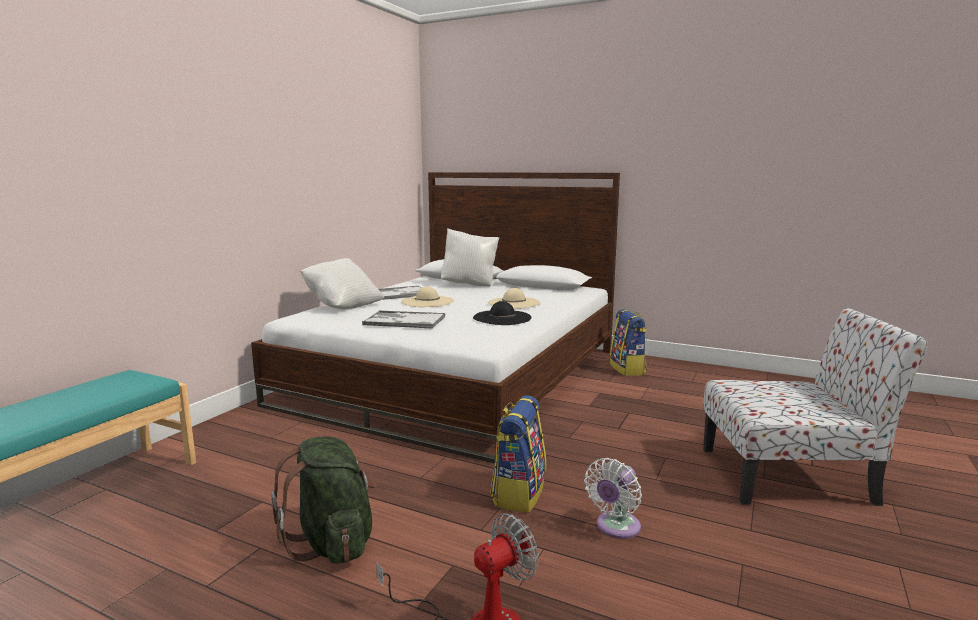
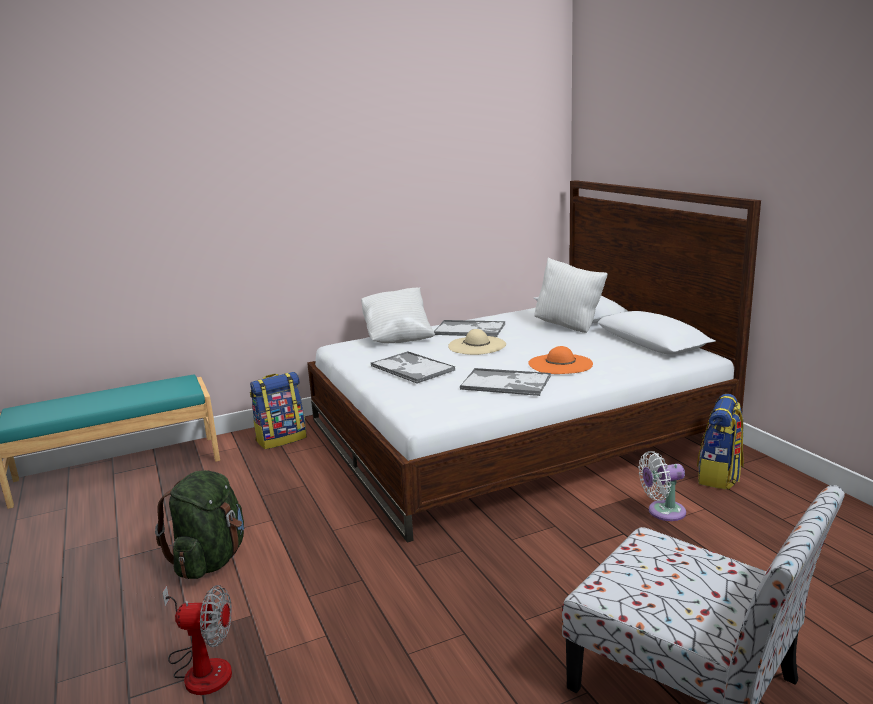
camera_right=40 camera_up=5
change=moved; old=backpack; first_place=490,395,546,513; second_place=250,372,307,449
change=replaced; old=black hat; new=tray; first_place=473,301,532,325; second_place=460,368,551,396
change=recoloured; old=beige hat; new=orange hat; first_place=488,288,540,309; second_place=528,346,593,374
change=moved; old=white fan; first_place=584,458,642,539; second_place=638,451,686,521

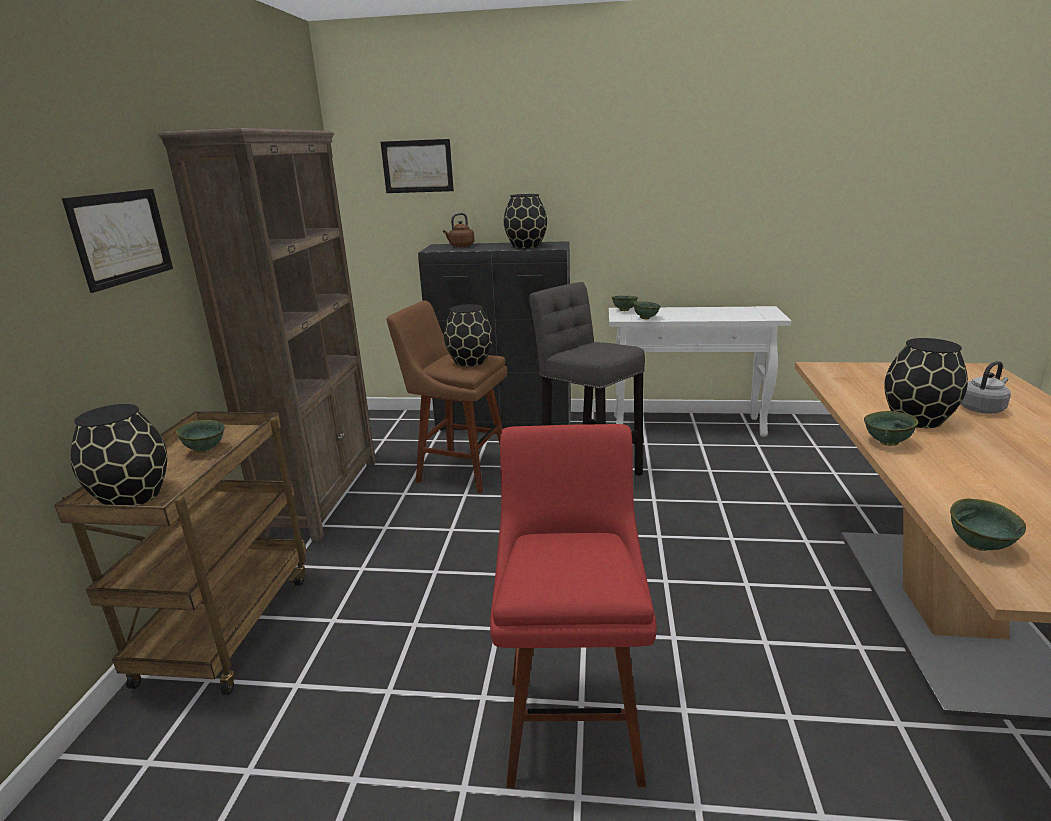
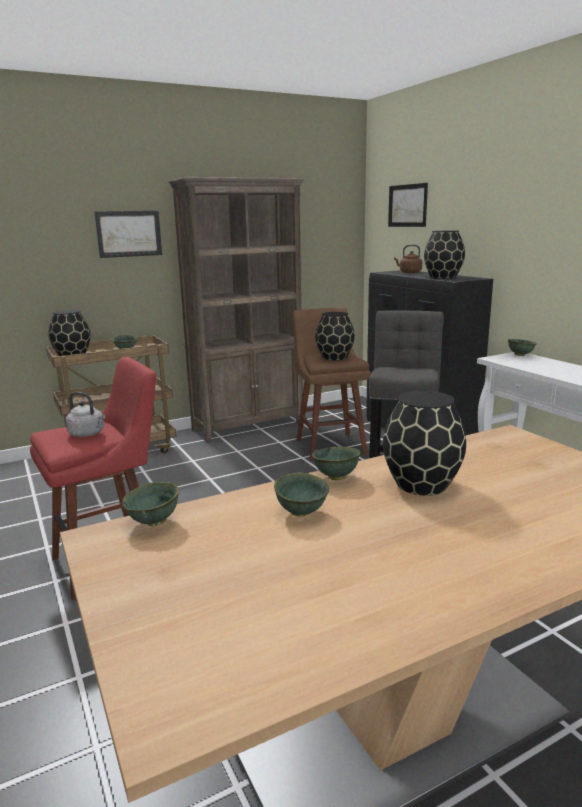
camera_right=55 camera_up=-5
change=moved; old=grey kettle; first_place=961,361,1011,414; second_place=66,392,105,437
change=moved; old=green bowl; first_place=633,301,661,320; second_place=274,472,329,516

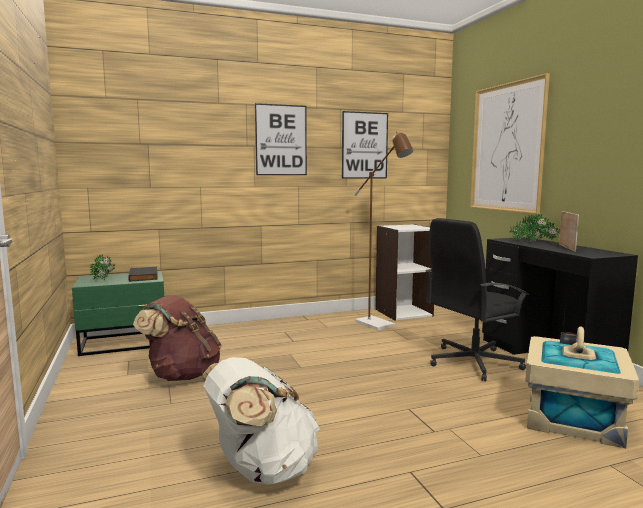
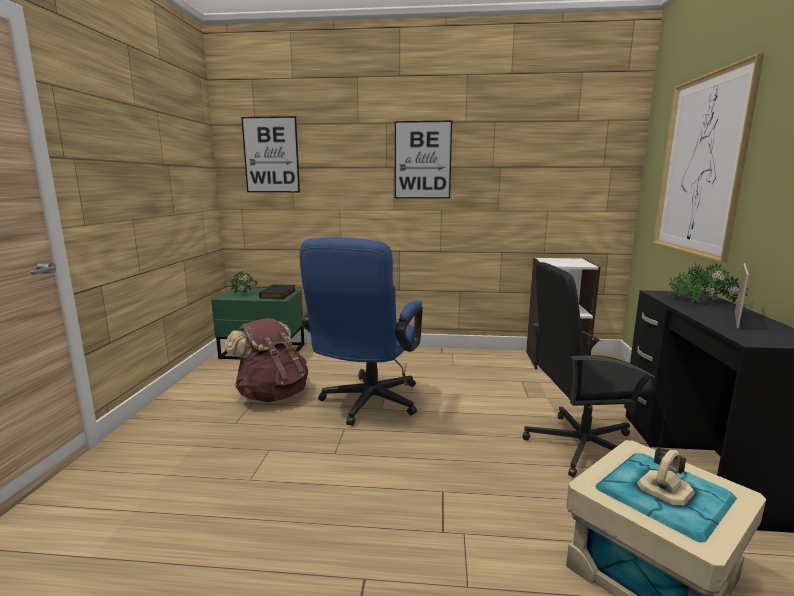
camera_right=25 camera_up=5
change=moved; old=picture; first_place=342,111,388,179; second_place=241,116,300,192
change=added; new=blue office chair; second_place=299,237,423,426
change=removed; old=white backpack; first_place=202,357,320,485
change=removed; old=brown floor lamp; first_place=354,132,413,330

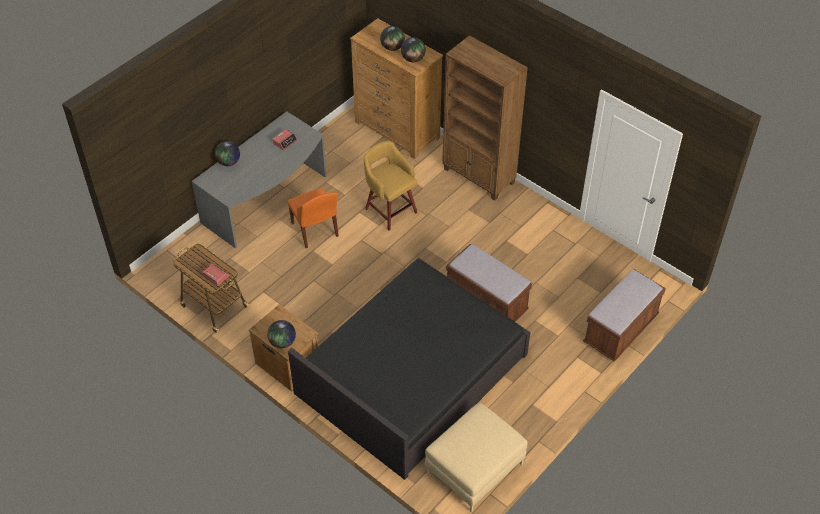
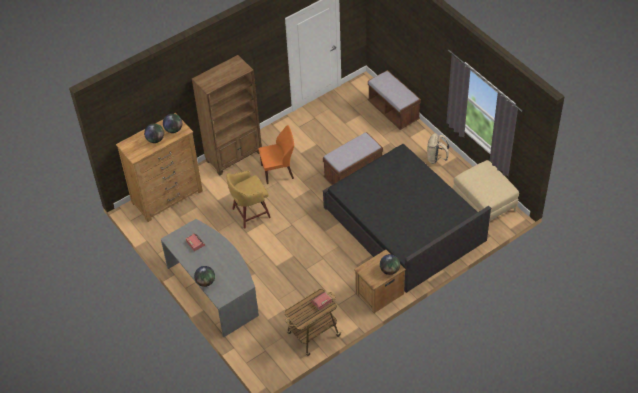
camera_right=-75 camera_up=0
change=moved; old=orange chair; first_place=288,188,339,248; second_place=258,125,294,184
change=added; new=beige backpack; second_place=427,133,449,164

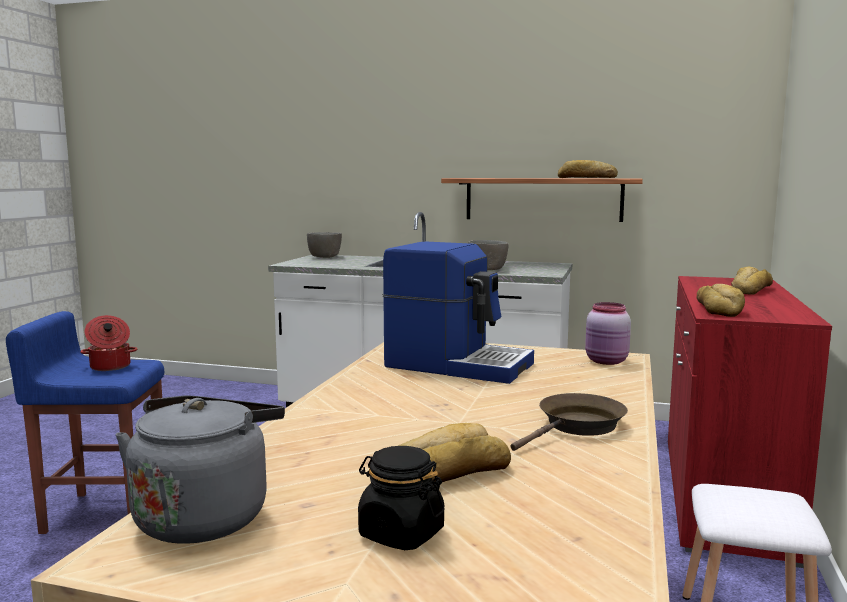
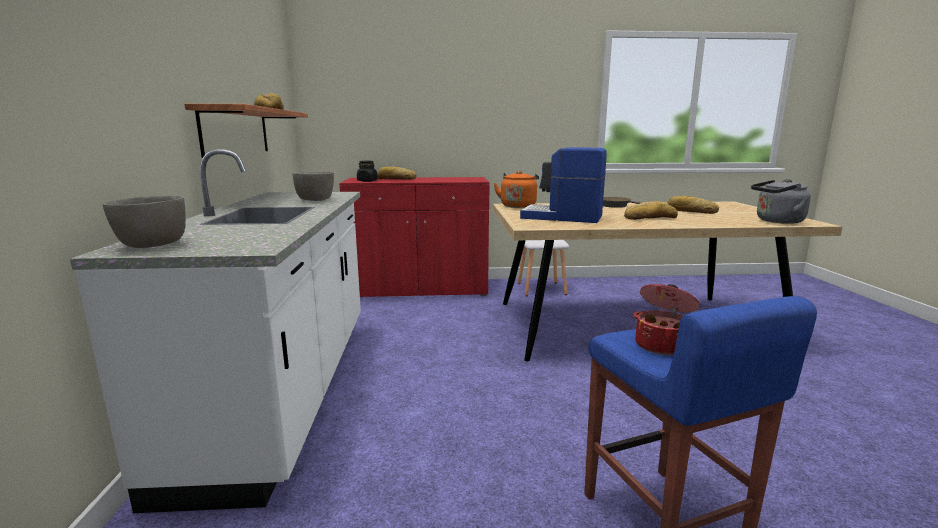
camera_right=-110 camera_up=5
change=moved; old=black jar; first_place=358,446,444,550; second_place=357,161,378,182
change=replaced; old=pink jar; new=orange kettle; first_place=585,302,631,365; second_place=494,171,539,208
change=turned; old=coffee machine; first_place=383,242,534,384; second_place=520,147,607,223; degrees=-75
change=moved; old=bread; first_place=696,284,745,317; second_place=624,201,678,220

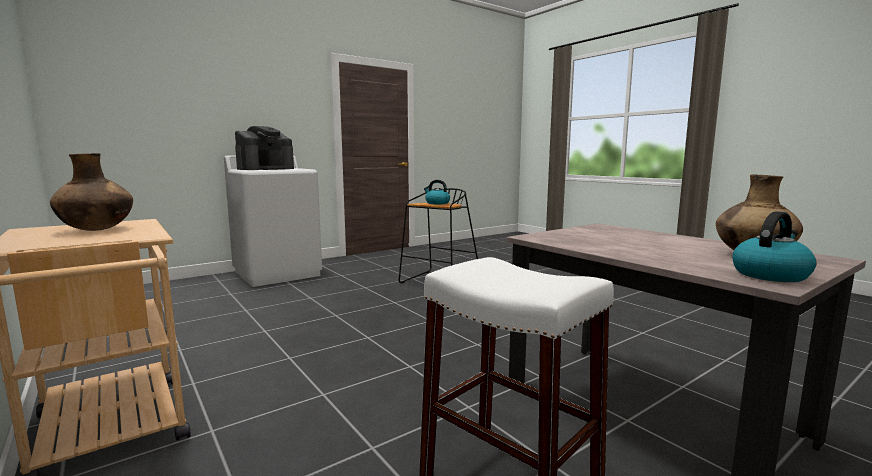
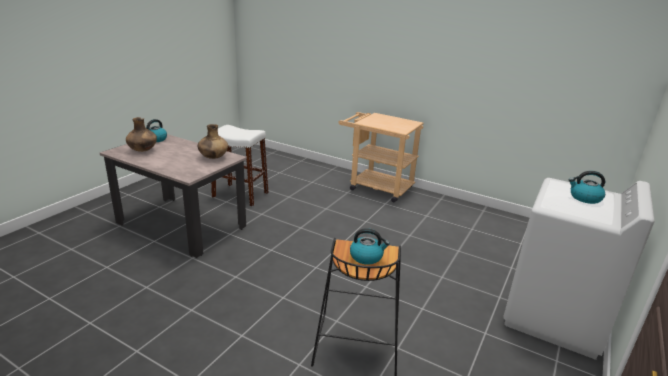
camera_right=155 camera_up=15
change=moved; old=brown vase; first_place=50,153,133,231; second_place=198,124,228,159
change=replaced; old=coffee machine; new=kettle; first_place=235,126,294,170; second_place=569,171,605,204

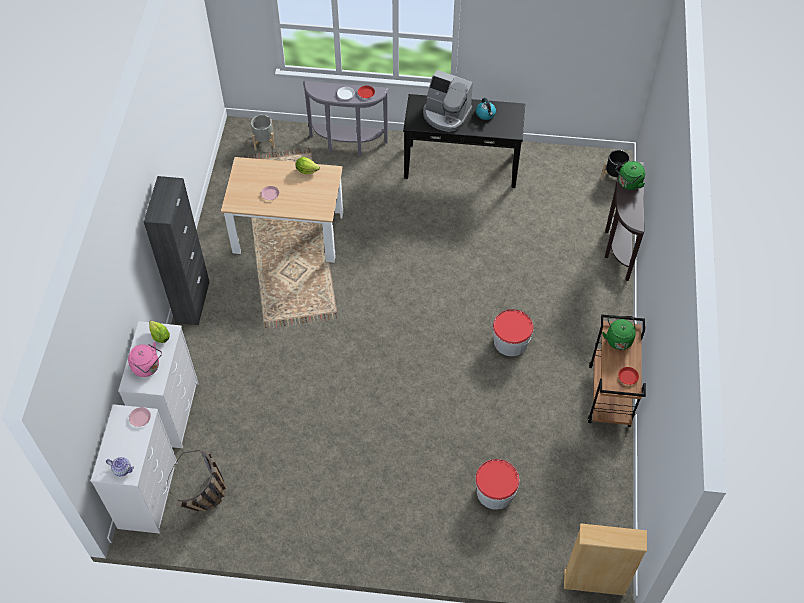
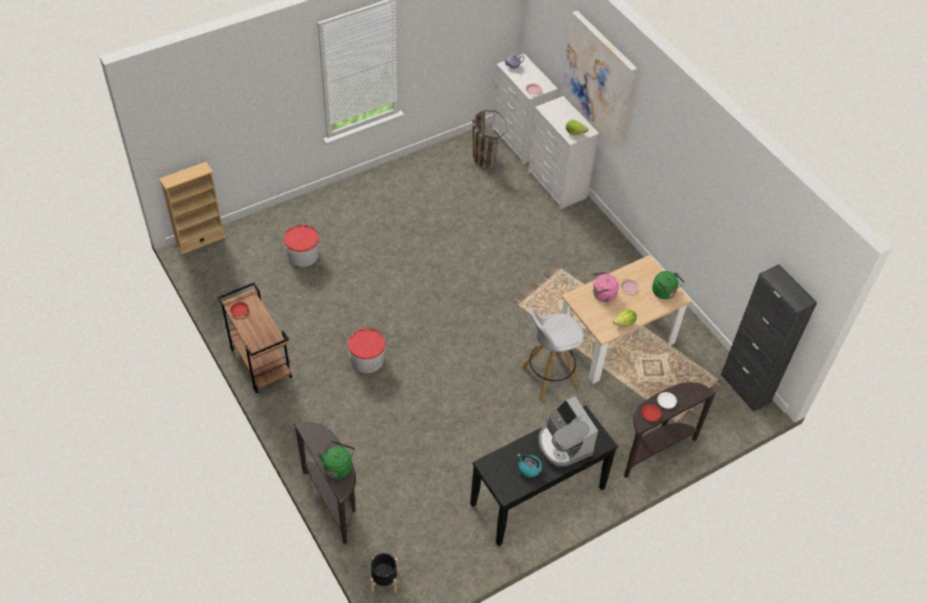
camera_right=140 camera_up=-5
change=added; new=white stool; second_place=521,308,584,402
change=turned; old=coffee machine; first_place=423,70,473,132; second_place=539,397,598,466; degrees=-105
change=added; new=picture; second_place=561,11,637,148
change=moved; old=pink kettle; first_place=128,342,162,377; second_place=592,272,619,302
change=recoloured; old=grey console table; new=brown console table; first_place=303,81,389,156; second_place=624,382,717,478
change=moved; old=green kettle; first_place=602,316,636,350; second_place=652,271,684,299
change=moved; old=black cabinet; first_place=144,176,210,325; second_place=721,264,817,412
change=removed; old=grey planter; first_place=251,115,275,151

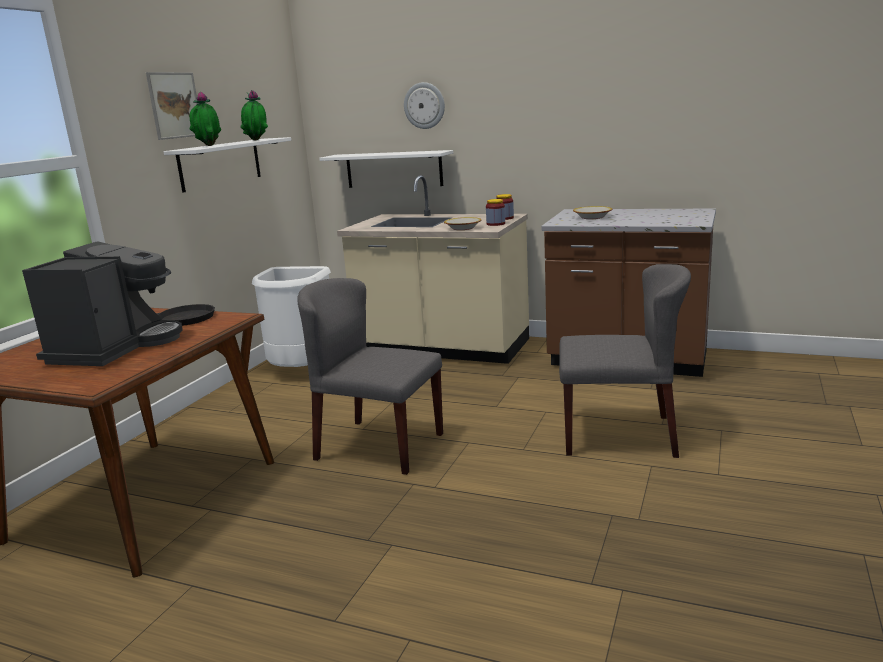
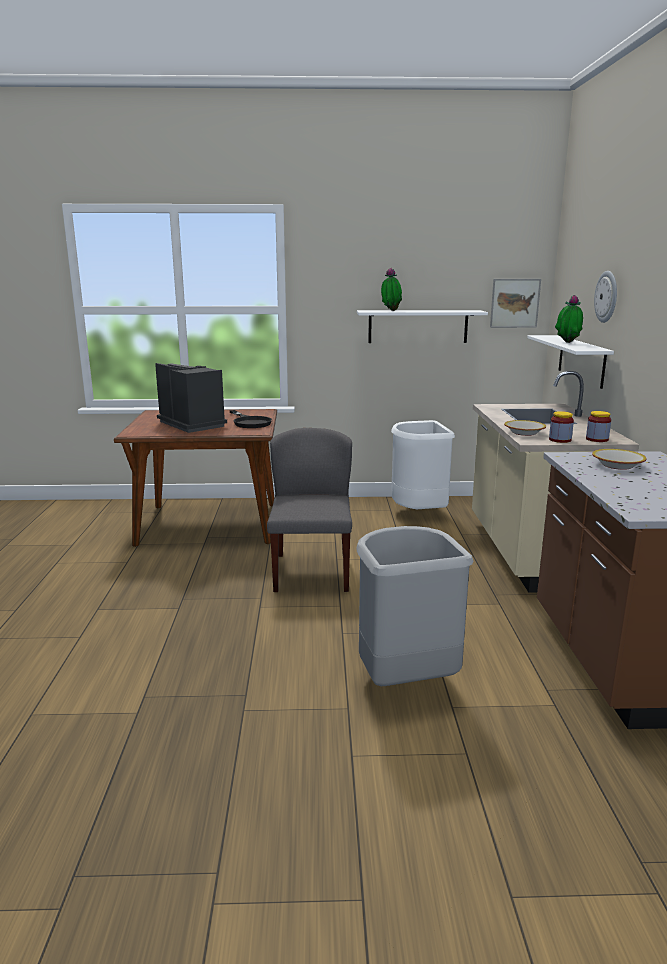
camera_right=65 camera_up=0
change=turned; old=coffee machine; first_place=22,241,182,366; second_place=155,363,227,433; degrees=-120
change=replaced; old=grey chair; new=grey trash can; first_place=559,264,691,458; second_place=356,526,473,686
change=moved; old=picture; first_place=146,72,198,140; second_place=490,279,541,328
change=moved; old=potted plant; first_place=240,90,268,141; second_place=555,295,583,343

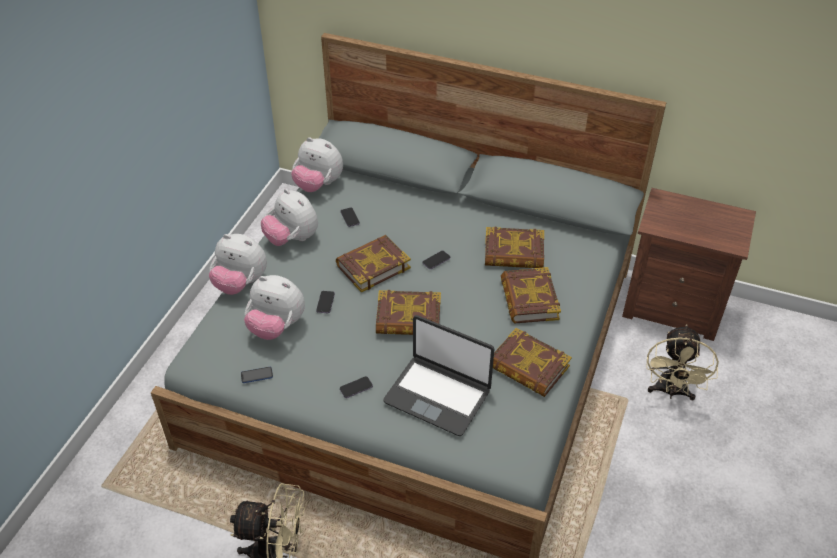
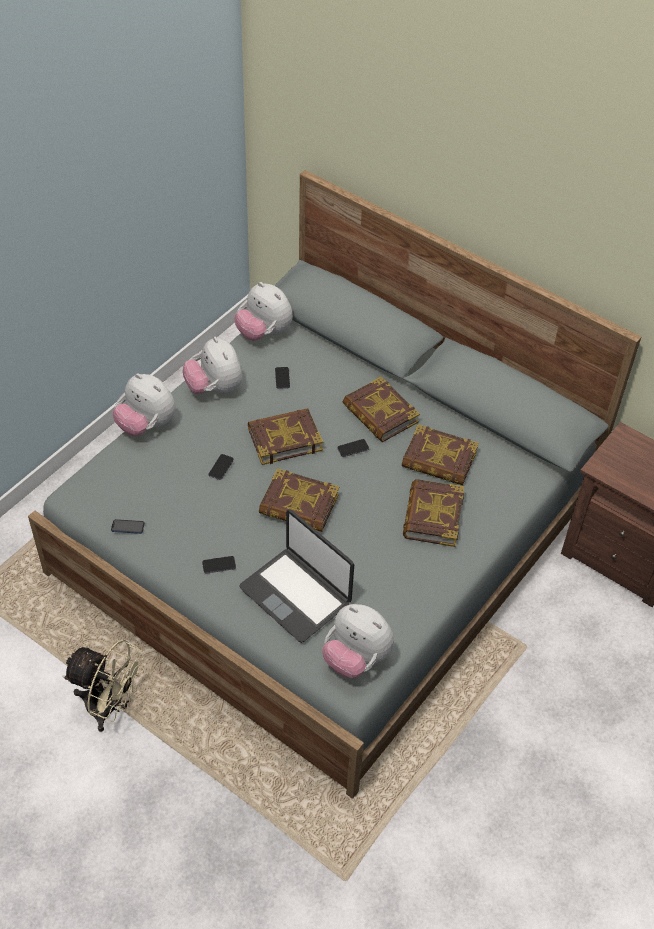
camera_right=15 camera_up=5
change=moved; old=plush toy; first_place=244,275,305,340; second_place=322,604,394,678
change=moved; old=book; first_place=493,328,572,397; second_place=343,377,420,442
change=removed; old=beige fan; first_place=646,324,719,401

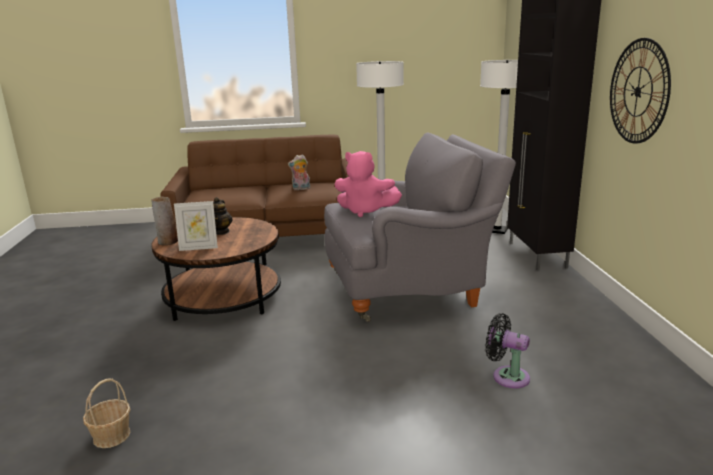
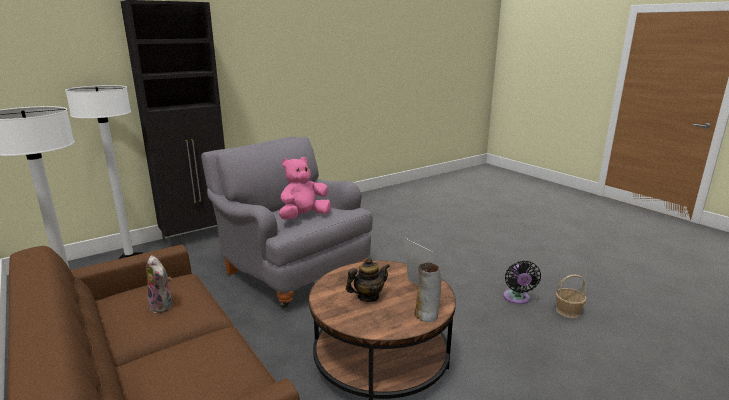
camera_right=-120 camera_up=0
change=turned; old=pink plush toy; first_place=334,151,402,217; second_place=279,157,331,220; degrees=-120
change=moved; old=black fan; first_place=485,313,530,389; second_place=503,261,541,304
change=removed; old=wall clock; first_place=610,38,671,144

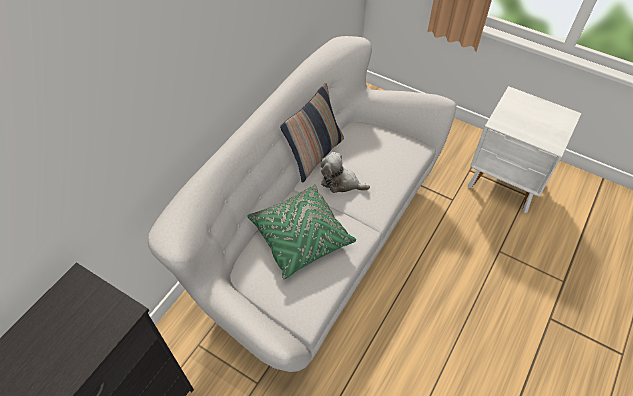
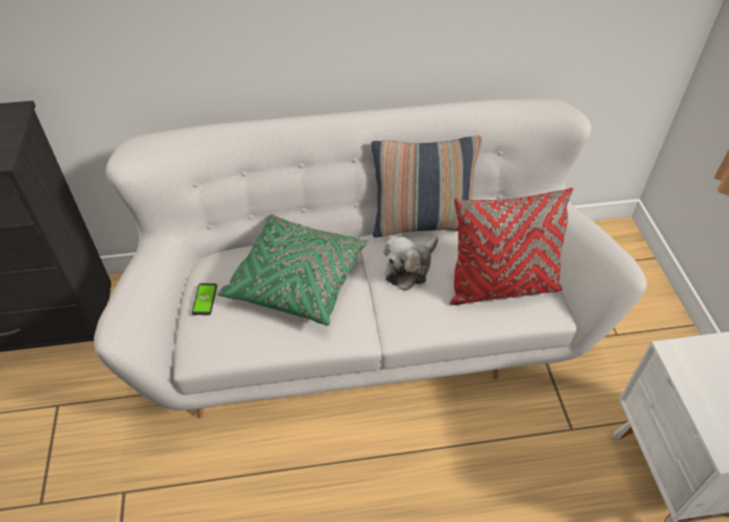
camera_right=50 camera_up=-5
change=added; new=phone; second_place=192,283,217,315
change=turned; old=plush toy; first_place=320,152,370,193; second_place=383,236,438,291; degrees=-120
change=added; new=red pillow; second_place=450,188,573,305

